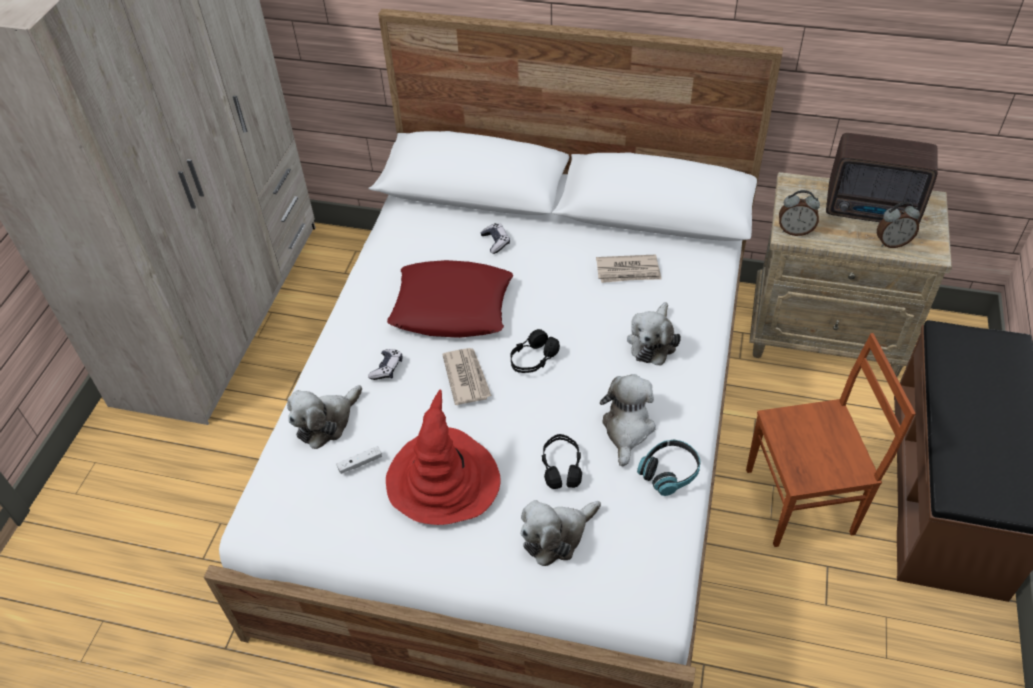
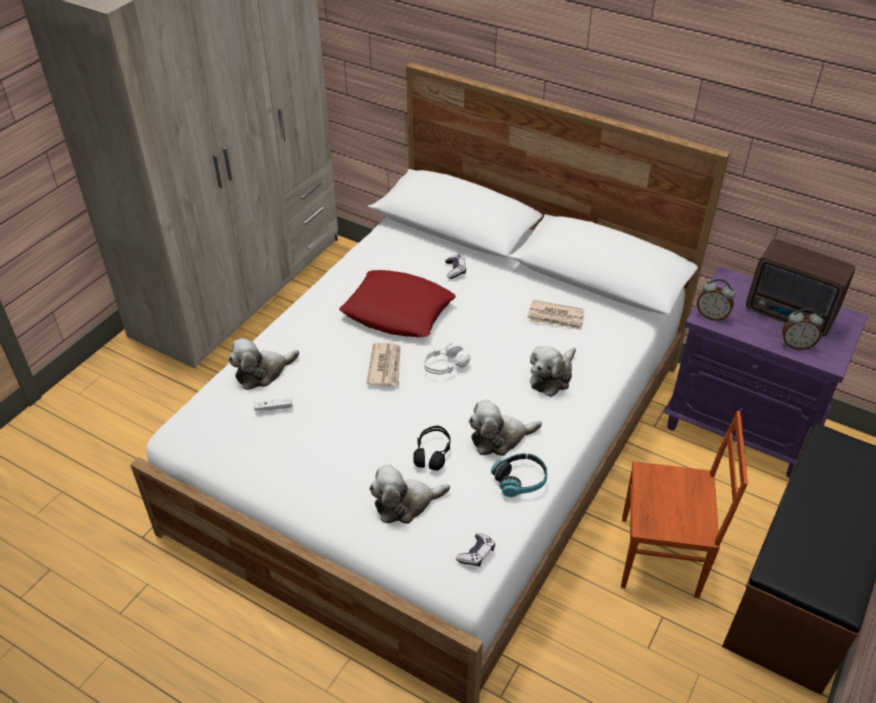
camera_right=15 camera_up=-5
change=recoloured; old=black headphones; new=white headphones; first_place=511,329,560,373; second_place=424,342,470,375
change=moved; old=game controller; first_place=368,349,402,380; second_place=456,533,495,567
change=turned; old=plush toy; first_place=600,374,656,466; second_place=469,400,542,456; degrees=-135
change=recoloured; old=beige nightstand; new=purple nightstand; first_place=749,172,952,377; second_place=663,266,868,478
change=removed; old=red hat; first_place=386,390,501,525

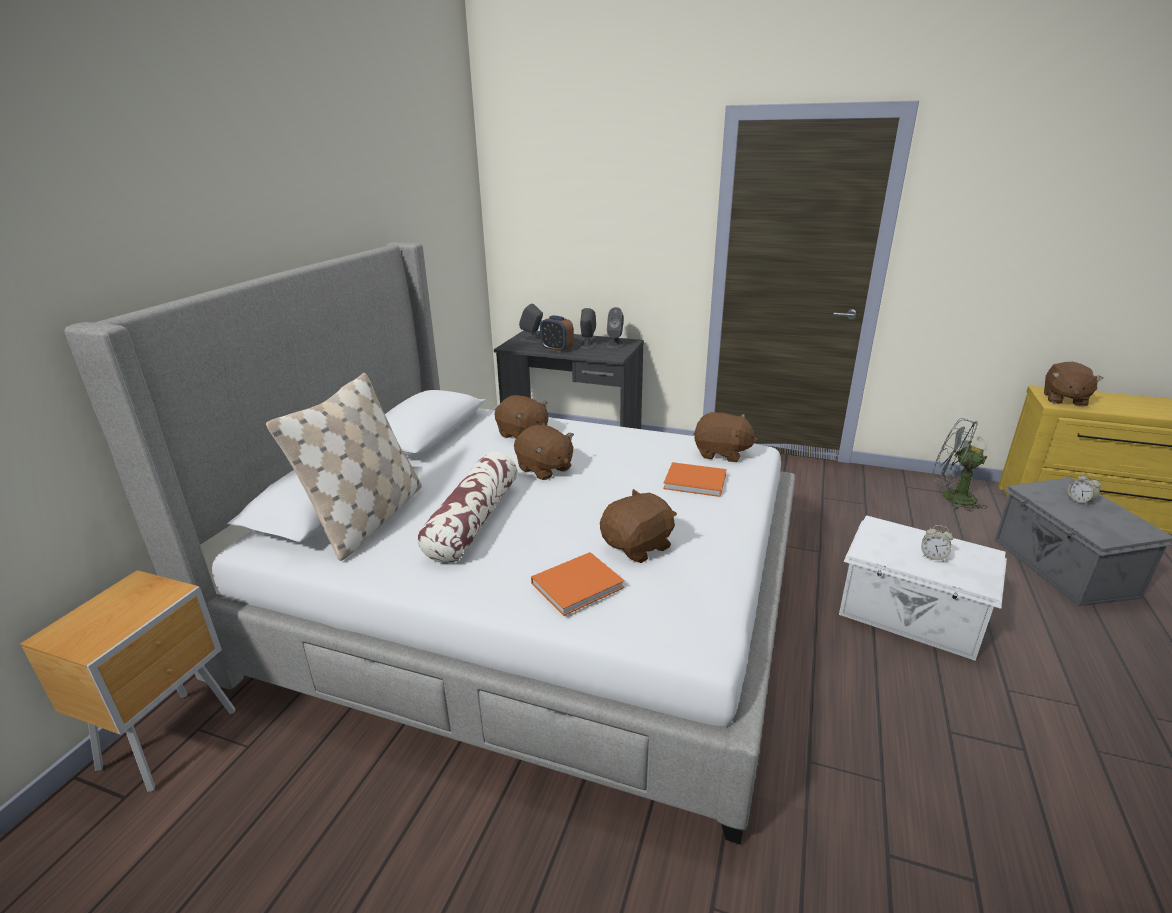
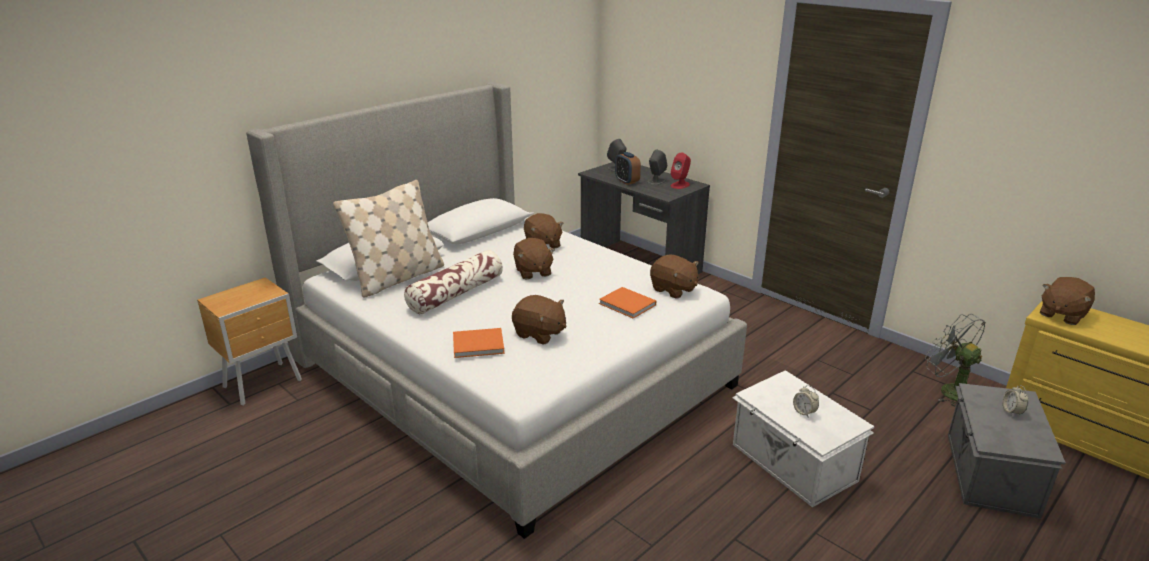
camera_right=25 camera_up=0
change=turned; old=brown plush toy; first_place=600,489,677,563; second_place=512,295,566,345; degrees=45
change=recoloured; old=grey speaker; new=red speaker; first_place=607,307,625,349; second_place=670,153,691,189

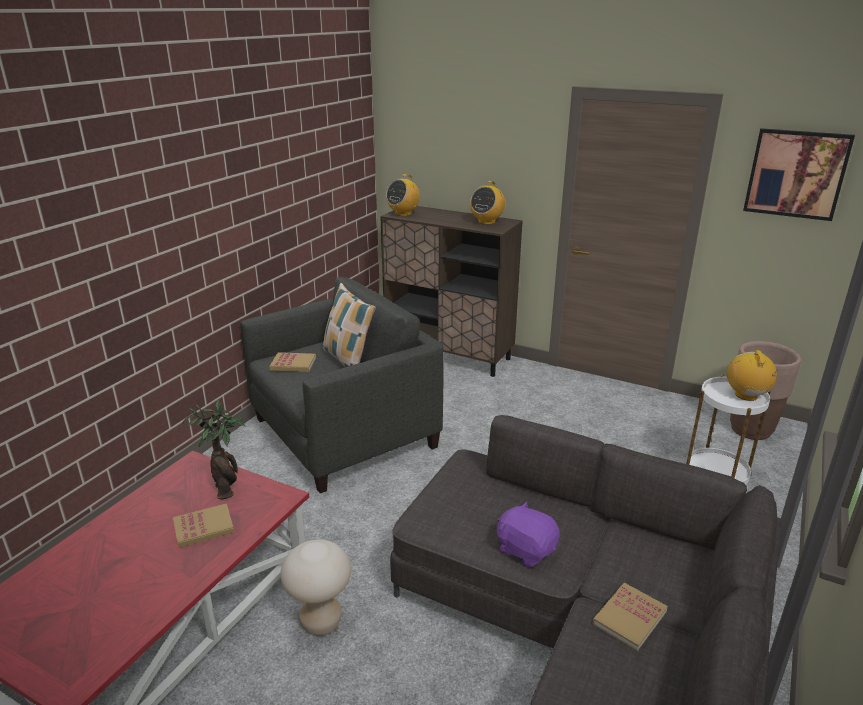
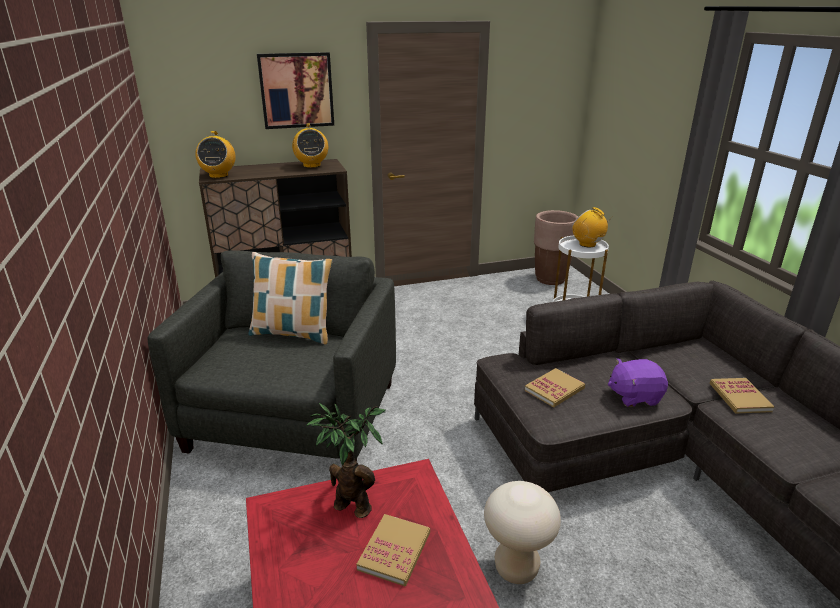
camera_right=-45 camera_up=0
change=moved; old=picture; first_place=743,128,855,221; second_place=257,52,334,129
change=moved; old=book; first_place=270,352,316,372; second_place=525,368,585,407

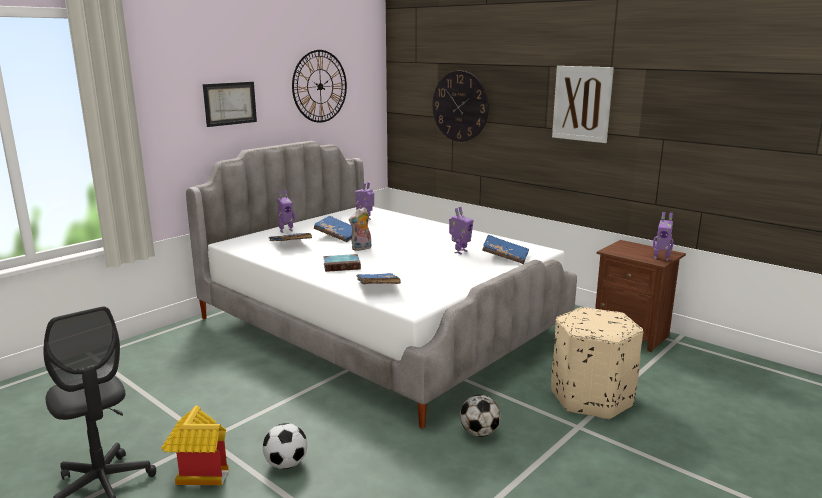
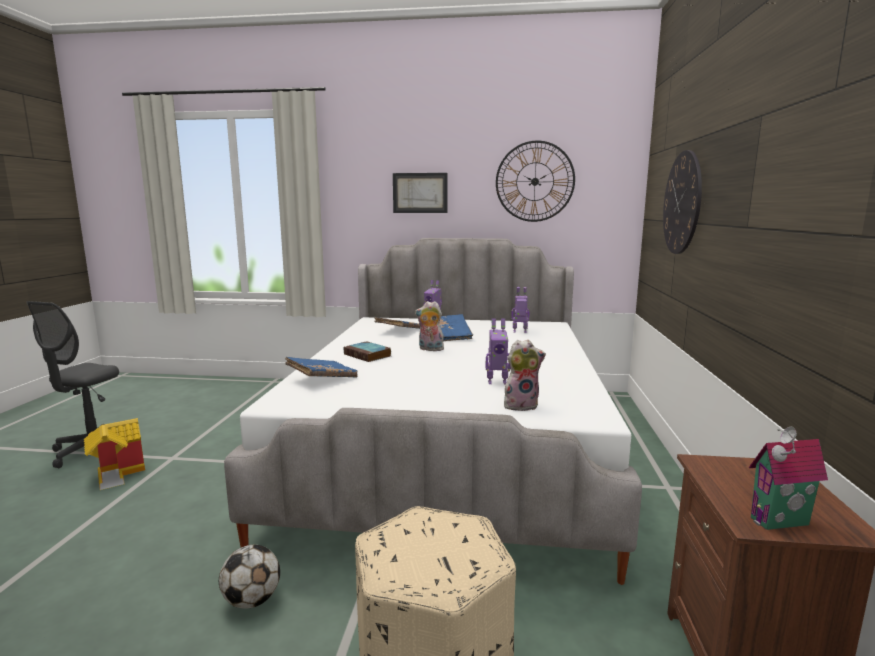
camera_right=55 camera_up=-5
change=replaced; old=blue book; new=plush toy; first_place=482,235,529,264; second_place=504,340,546,411
change=replaced; old=toy robot; new=toy house; first_place=653,212,674,261; second_place=749,426,828,530
change=removed; old=football; first_place=263,423,307,469
change=removed; old=picture; first_place=552,66,614,143

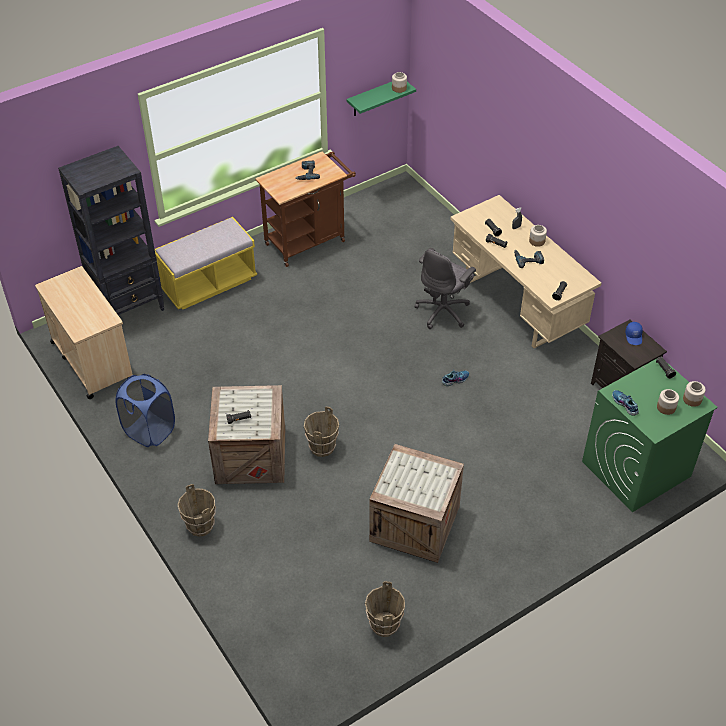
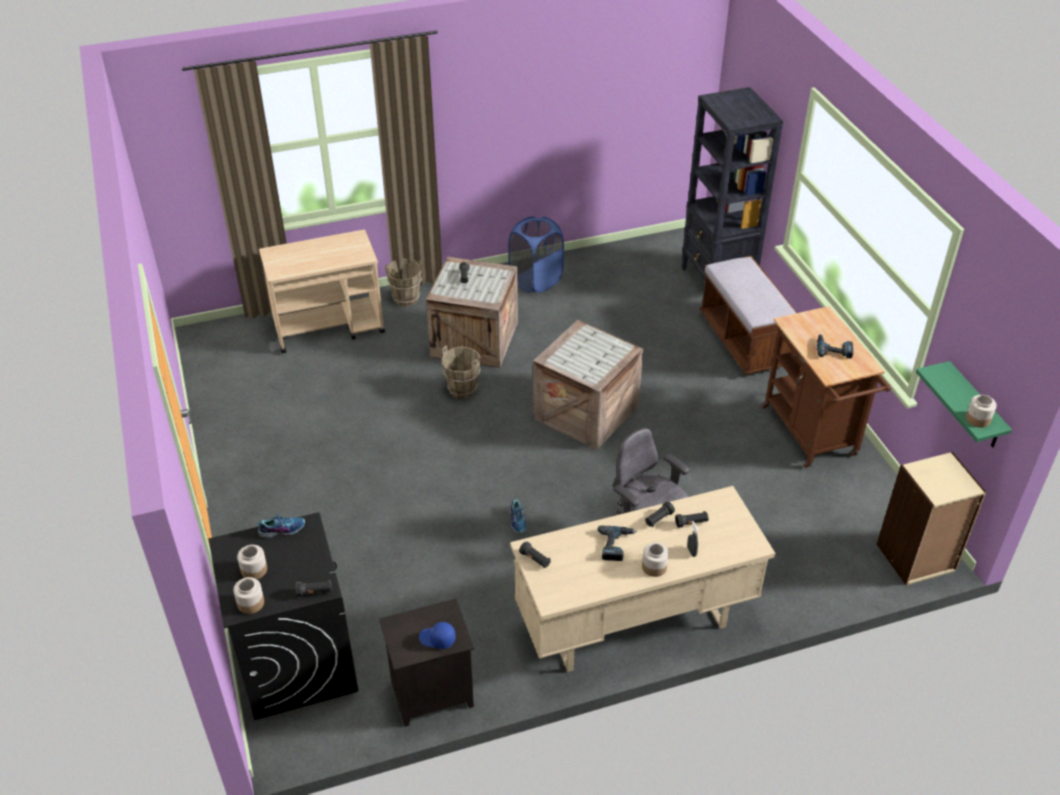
camera_right=105 camera_up=-5
change=recoloured; old=green washing machine; new=black washing machine; first_place=582,359,718,512; second_place=208,512,358,720
change=moved; old=beige cart; first_place=35,266,133,399; second_place=259,229,385,354
change=moved; old=crate; first_place=369,444,464,563; second_place=533,320,643,450
change=recoloured; old=yellow bench; new=brown bench; first_place=155,217,257,310; second_place=700,256,797,375
change=added; new=beige bookcase; second_place=877,452,986,586
change=removed; old=brown bucket; first_place=365,581,405,637

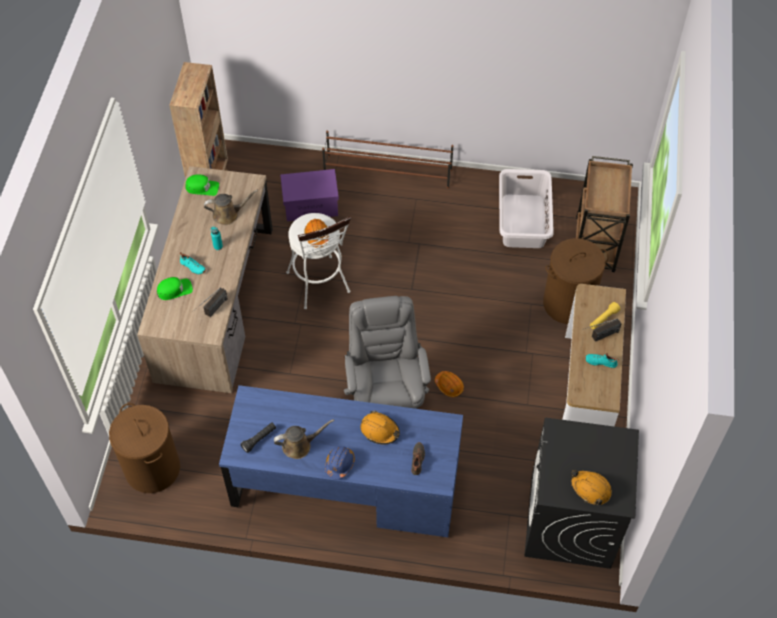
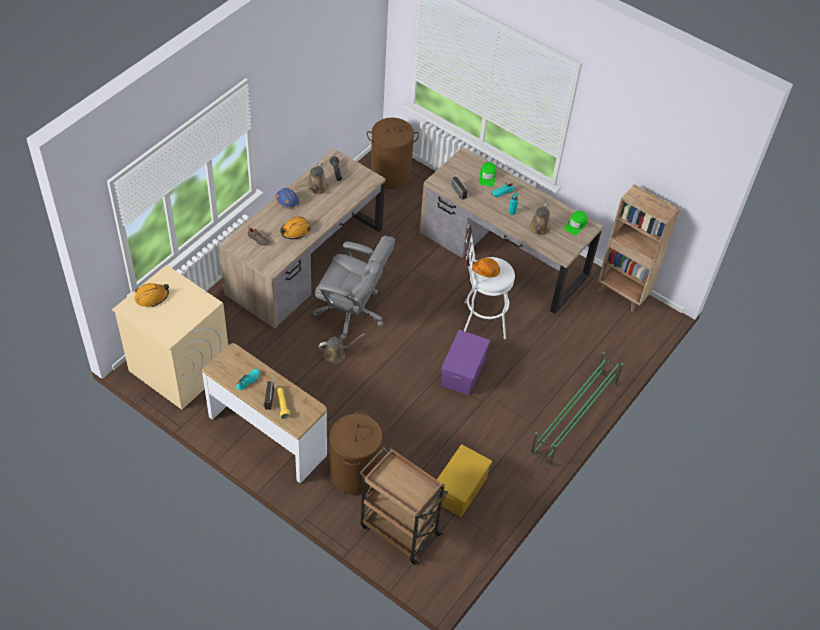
camera_right=115 camera_up=-5
change=recoloured; old=black washing machine; new=beige washing machine; first_place=524,418,639,569; second_place=112,265,228,410
change=recoloured; old=blue desk; new=brown desk; first_place=219,385,463,537; second_place=219,148,386,328
change=replaced; old=orange hard hat; new=brown watering can; first_place=435,371,464,397; second_place=318,333,365,363
change=replaced; old=white laundry basket; new=yellow storage box; first_place=499,169,554,248; second_place=434,444,492,517
change=moved; old=purple storage box; first_place=280,169,339,221; second_place=441,330,490,395
change=recoloured; old=brown shoe rack; new=green shoe rack; first_place=322,131,453,188; second_place=530,352,623,467

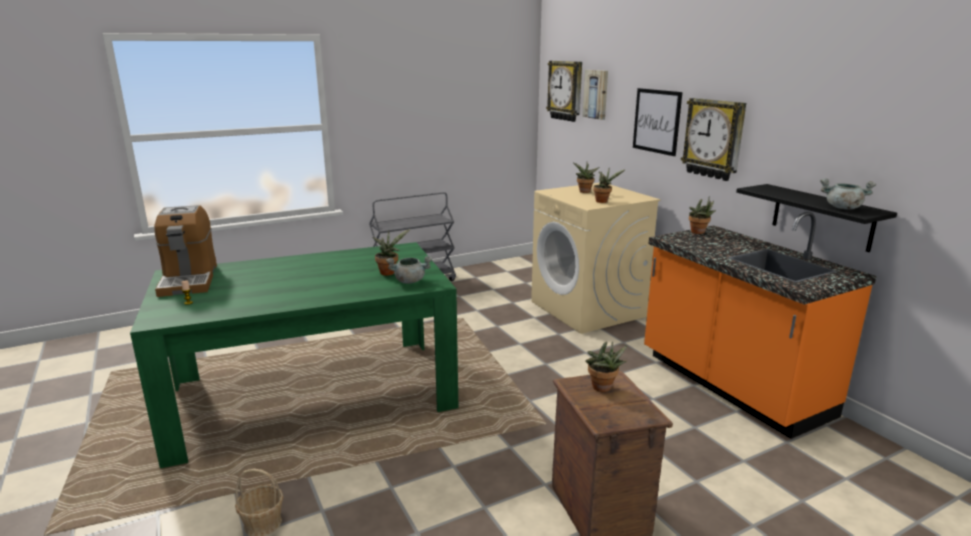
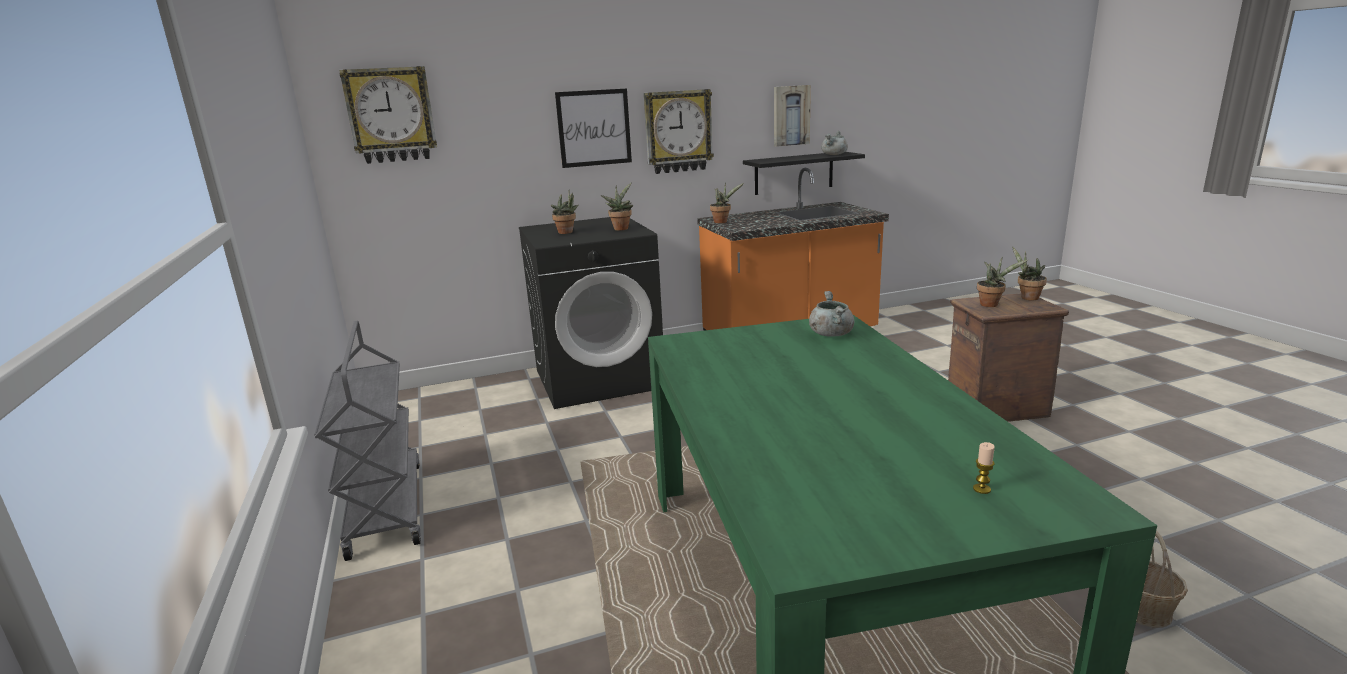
camera_right=-80 camera_up=0
change=recoloured; old=beige washing machine; new=black washing machine; first_place=531,183,661,334; second_place=519,217,663,409
change=moved; old=picture; first_place=583,70,608,120; second_place=774,85,811,147
change=moved; old=potted plant; first_place=372,229,410,276; second_place=1012,246,1047,301
change=removed; old=coffee machine; first_place=154,205,217,297

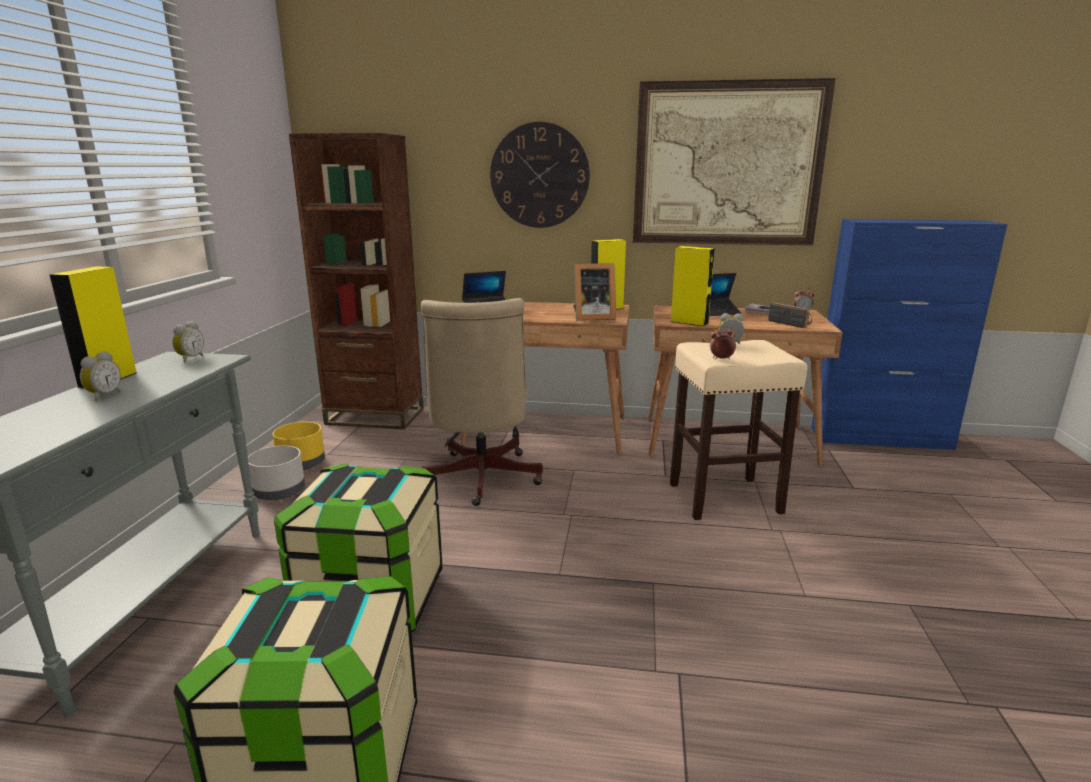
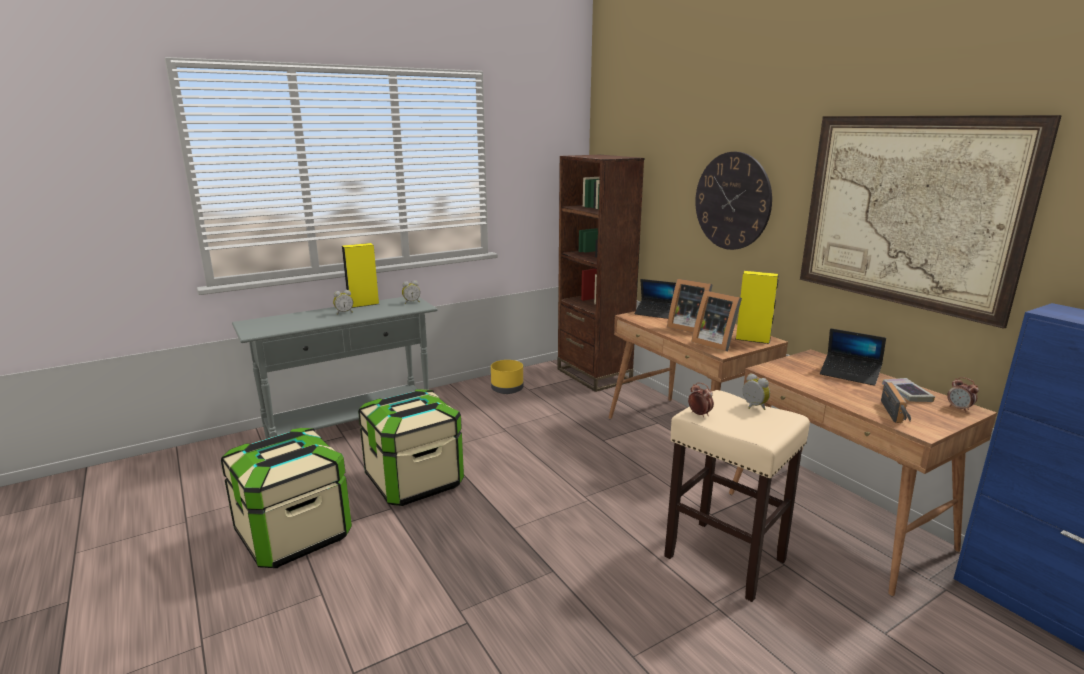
camera_right=50 camera_up=0
change=added; new=picture frame; second_place=667,279,713,332
change=removed; old=grey planter; first_place=248,446,305,500
change=removed; old=beige office chair; first_place=419,298,543,506
change=removed; old=yellow speaker; first_place=671,246,715,327

